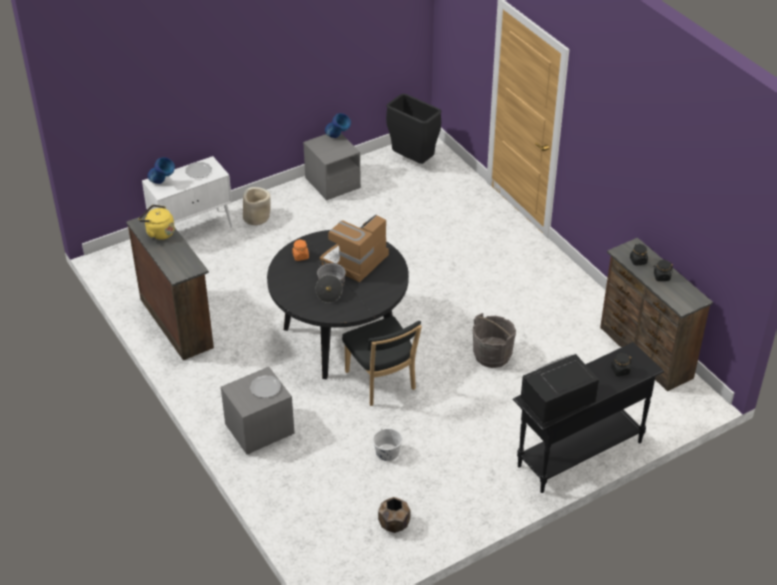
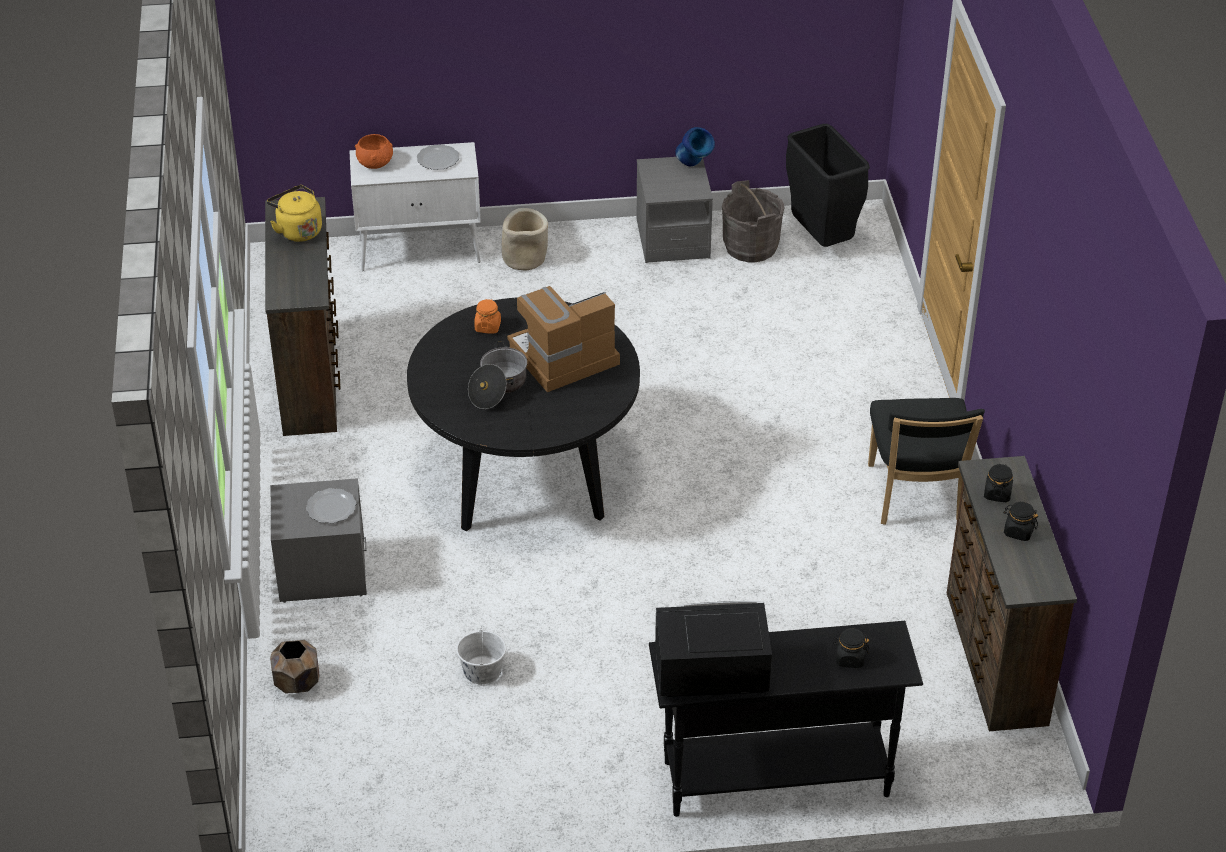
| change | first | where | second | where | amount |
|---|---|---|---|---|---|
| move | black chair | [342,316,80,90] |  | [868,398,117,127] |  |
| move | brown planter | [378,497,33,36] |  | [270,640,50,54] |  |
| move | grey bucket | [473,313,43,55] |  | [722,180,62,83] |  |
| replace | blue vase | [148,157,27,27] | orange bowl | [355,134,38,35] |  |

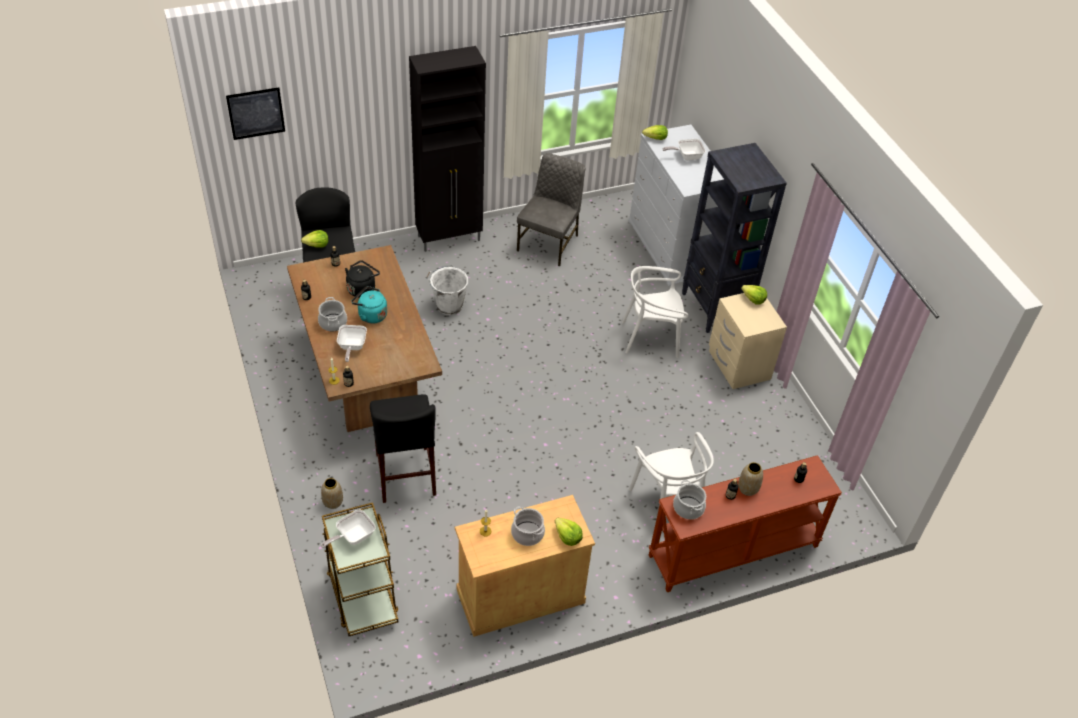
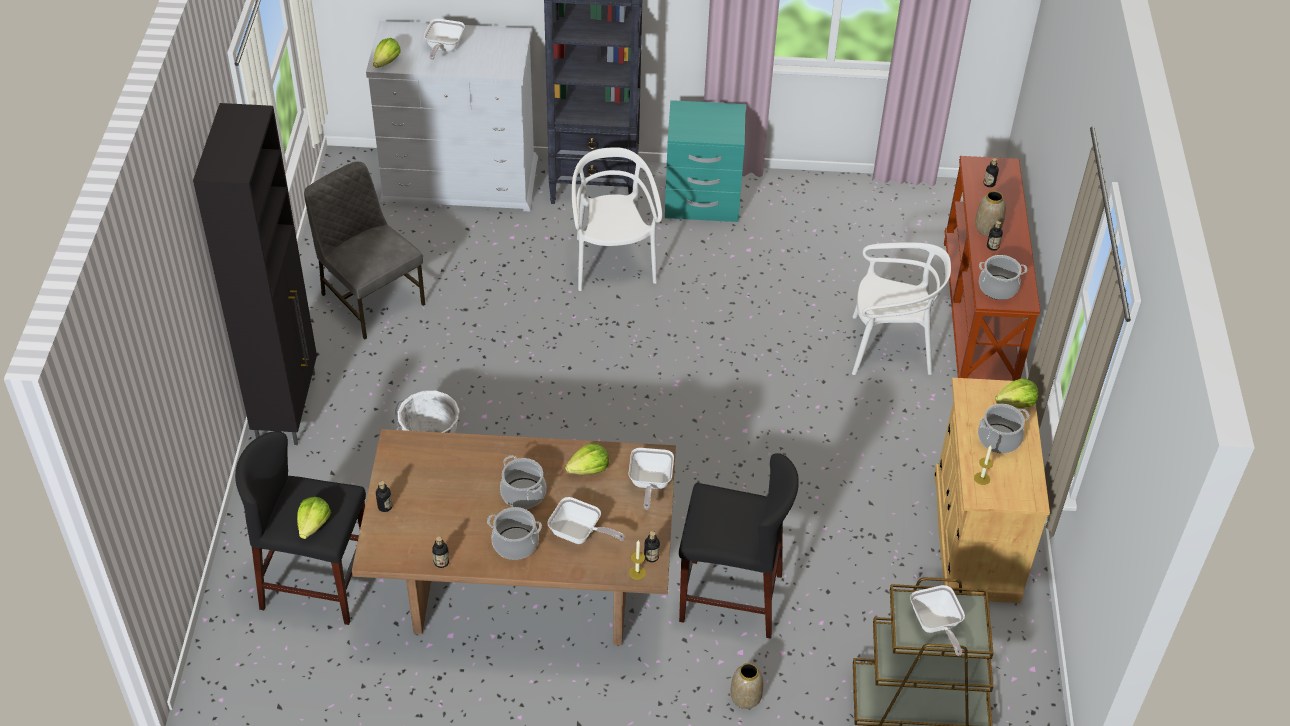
| change | first | where | second | where | amount |
|---|---|---|---|---|---|
| delete | picture | [226,87,59,53] |  |  |  |
| delete | black kettle | [345,260,35,38] |  |  |  |
| insert |  |  | frying pan | [628,448,46,62] |  |
| move | lettuce | [741,285,26,20] |  | [565,443,44,32] |  |
| replace | turquoise kettle | [351,286,36,38] | cooking pot | [500,455,46,54] |  |
| recolor | beige nightstand | [709,293,78,96] | turquoise nightstand | [665,100,81,122] |  |
| rotate | white chair | [622,266,66,92] |  | [572,147,90,144] | 150 degrees clockwise |

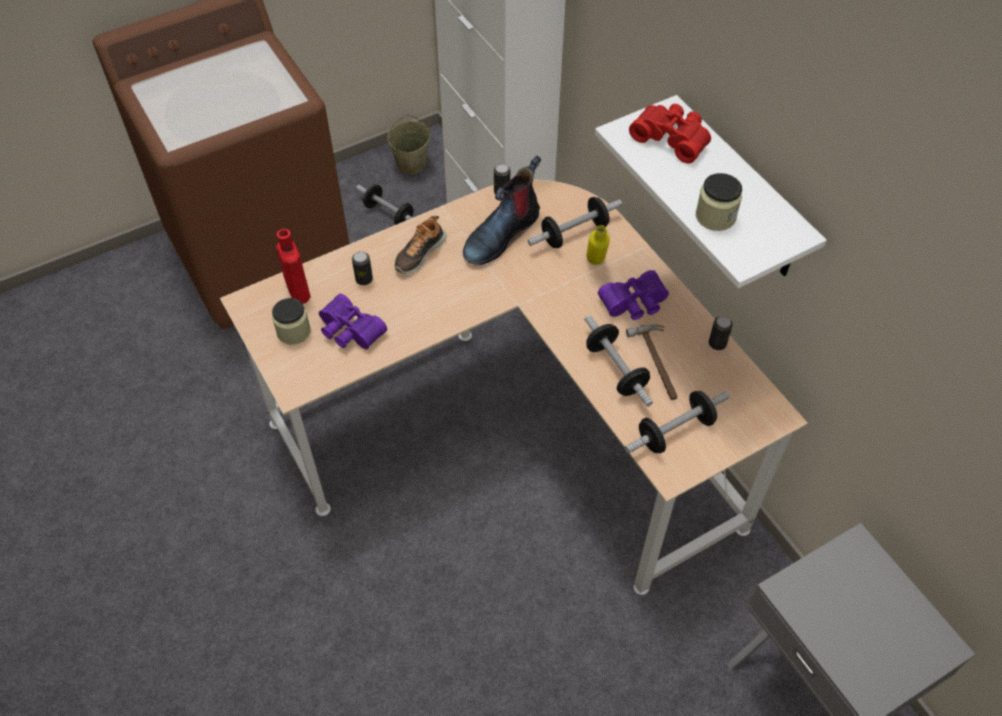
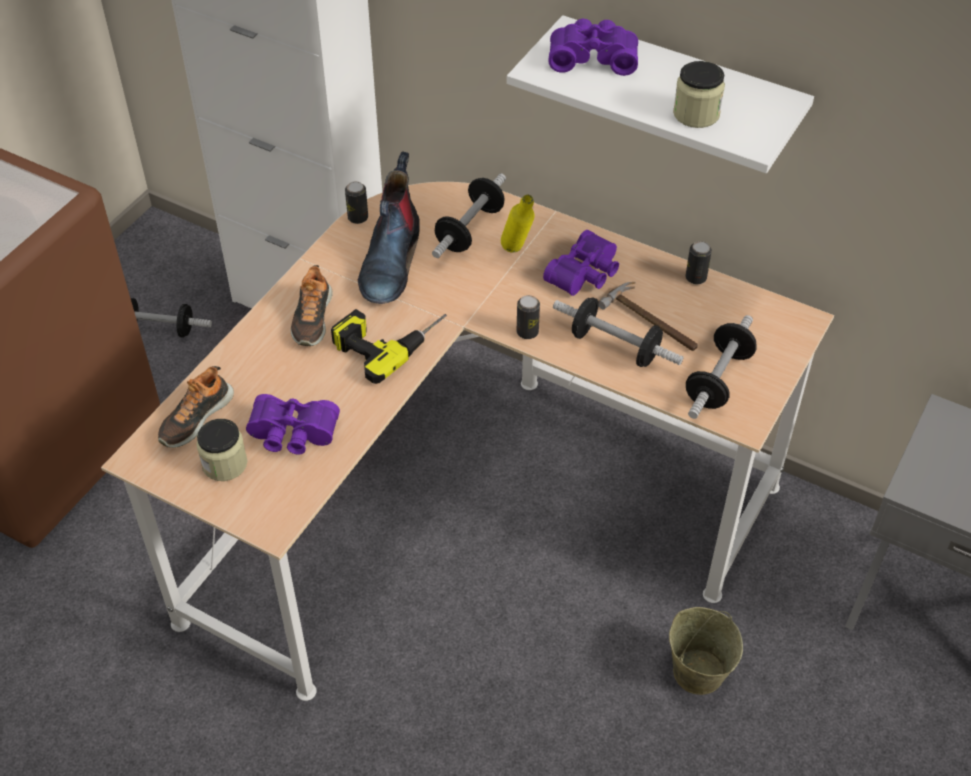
| change | first | where | second | where | amount |
|---|---|---|---|---|---|
| insert |  |  | power drill | [331,309,116,75] |  |
| move | can | [352,251,21,34] |  | [517,295,23,44] |  |
| move | beige bucket | [387,115,43,59] |  | [669,607,74,88] |  |
| replace | red bottle | [276,229,35,75] | shoe | [158,366,76,82] |  |
| recolor | red binoculars | [629,104,82,59] | purple binoculars | [548,19,90,57] |  |

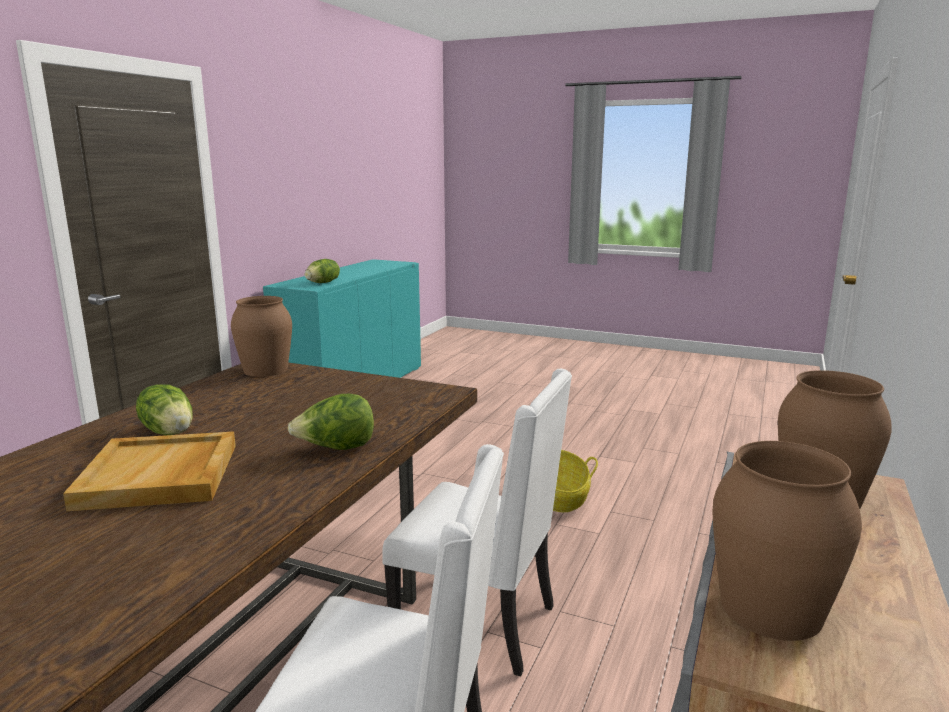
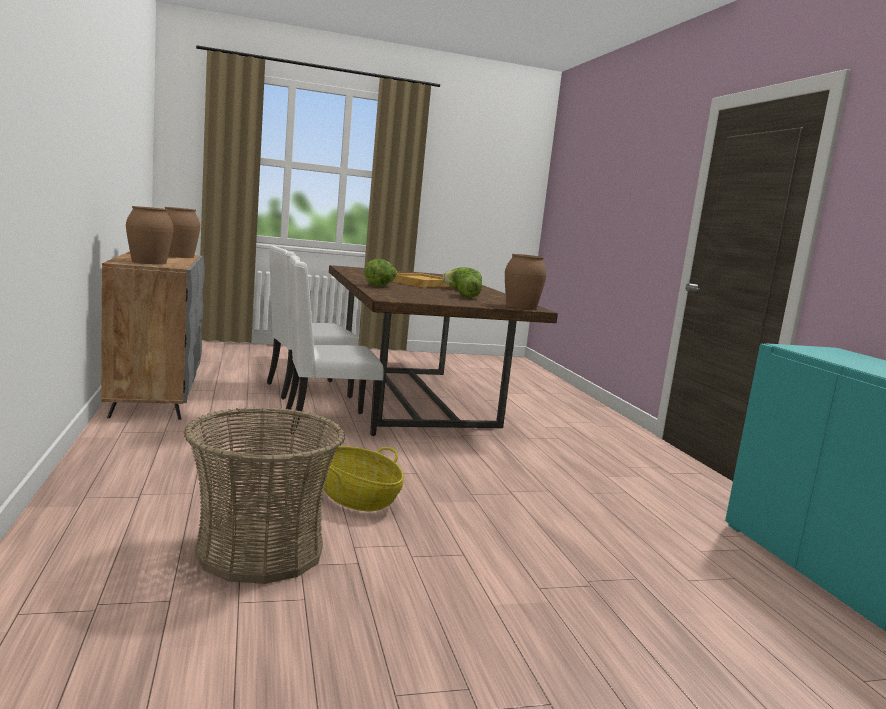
| change | first | where | second | where | amount |
|---|---|---|---|---|---|
| insert |  |  | basket | [184,407,161,177] |  |
| move | lettuce | [305,259,35,24] |  | [457,272,25,26] |  |

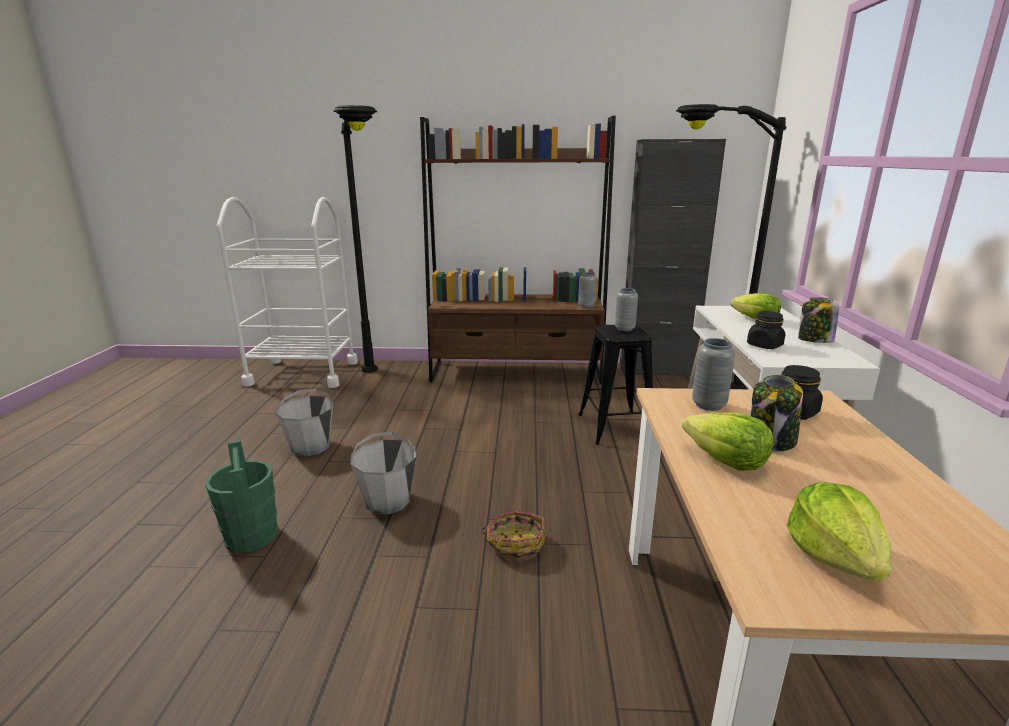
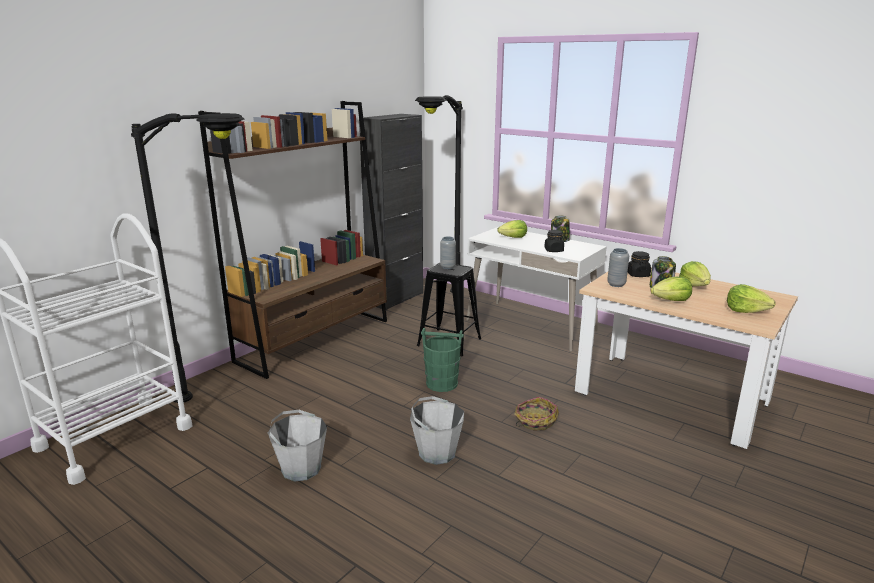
| change | first | where | second | where | amount |
|---|---|---|---|---|---|
| delete | grey vase | [578,272,19,36] |  |  |  |
| insert |  |  | lettuce | [679,261,32,25] |  |
| move | green bucket | [205,440,73,113] |  | [421,328,43,64] |  |

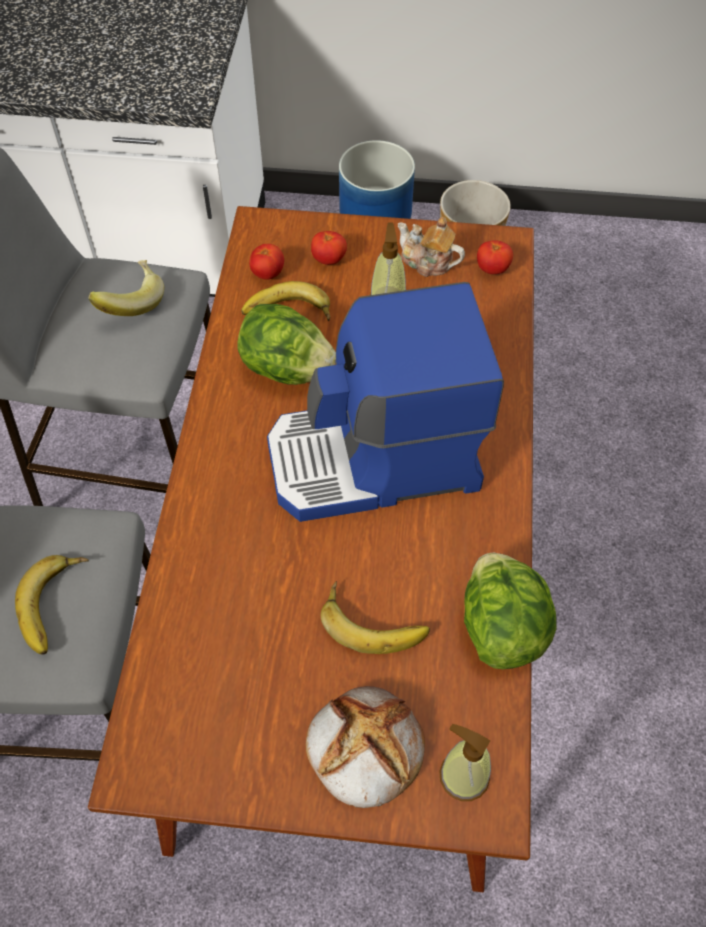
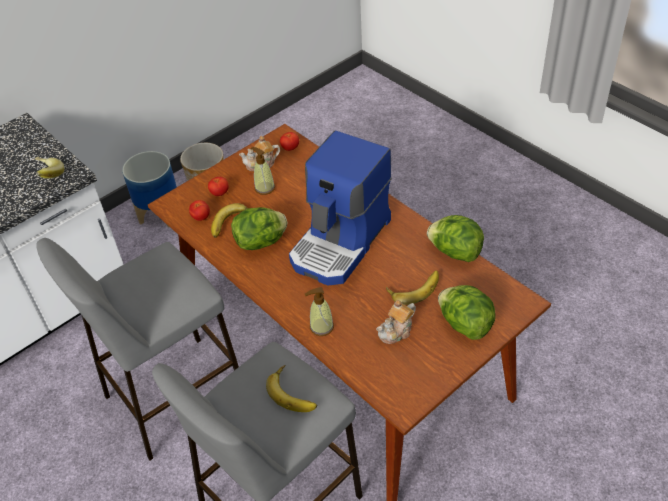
| change | first | where | second | where | amount |
|---|---|---|---|---|---|
| insert |  |  | teapot | [376,300,40,44] |  |
| move | banana | [88,260,76,56] |  | [35,157,30,22] |  |
| move | soap dispenser | [440,724,51,77] |  | [305,287,29,49] |  |
| replace | bread | [306,686,119,122] | lettuce | [438,285,57,55] |  |

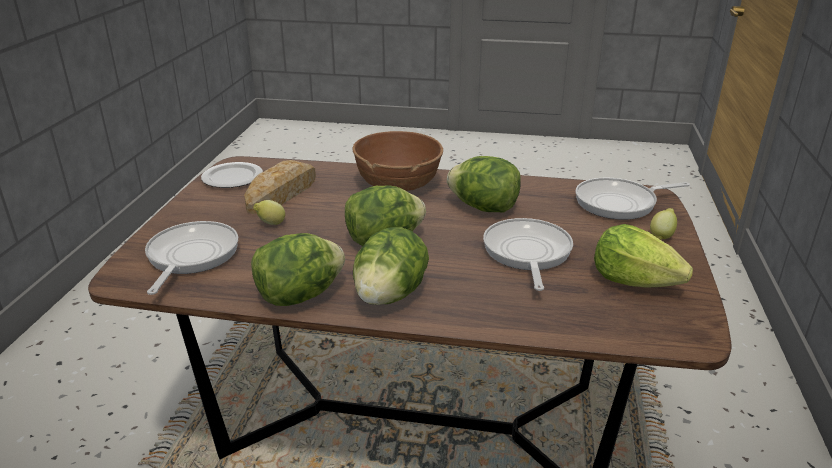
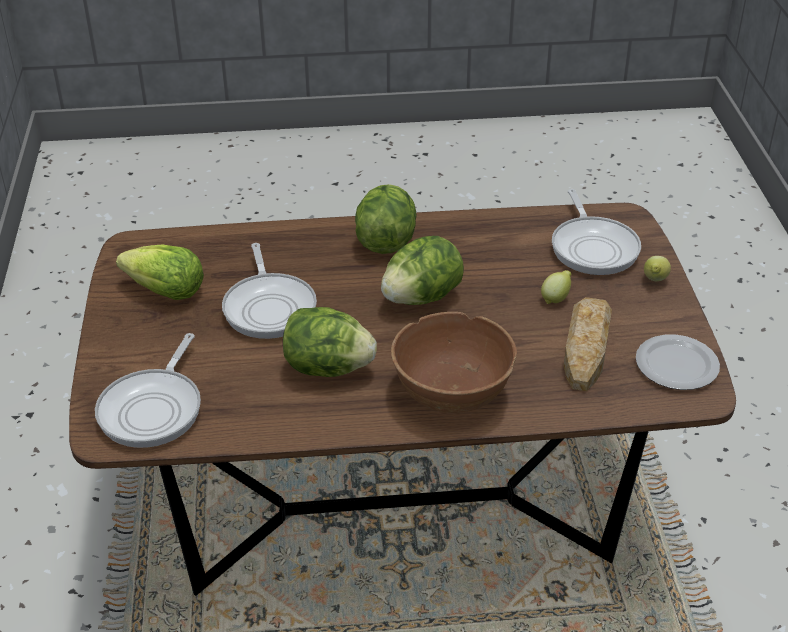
| change | first | where | second | where | amount |
|---|---|---|---|---|---|
| delete | lettuce | [251,233,94,73] |  |  |  |
| move | lemon | [650,208,27,32] |  | [644,256,27,25] |  |
| rotate | frying pan | [575,178,115,42] |  | [95,333,106,115] | 135 degrees clockwise |

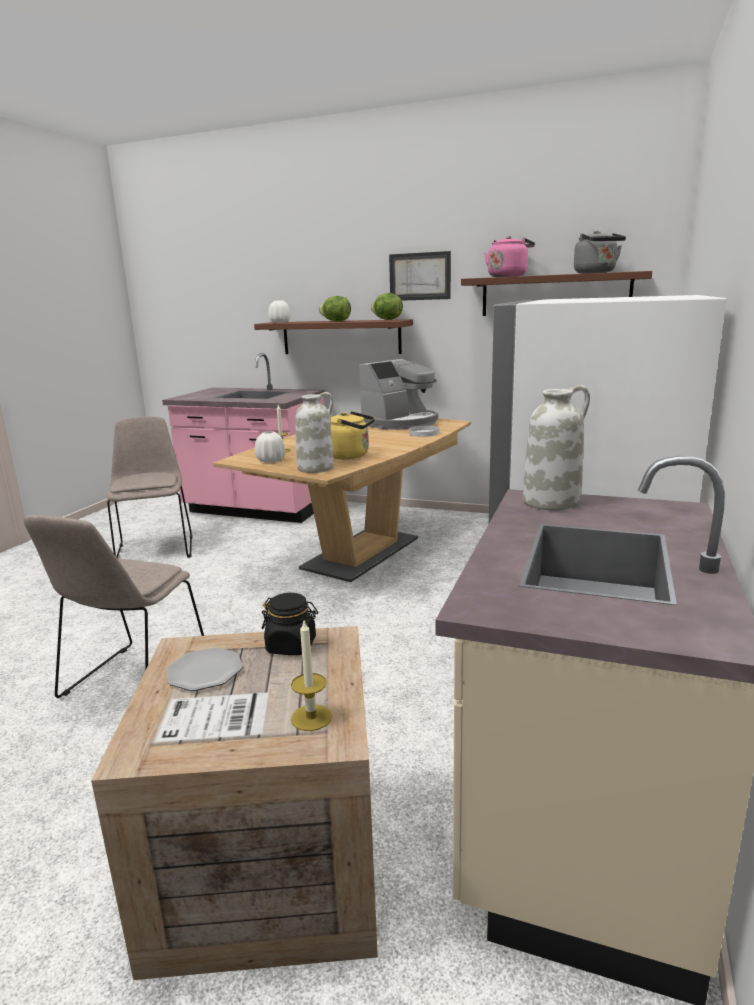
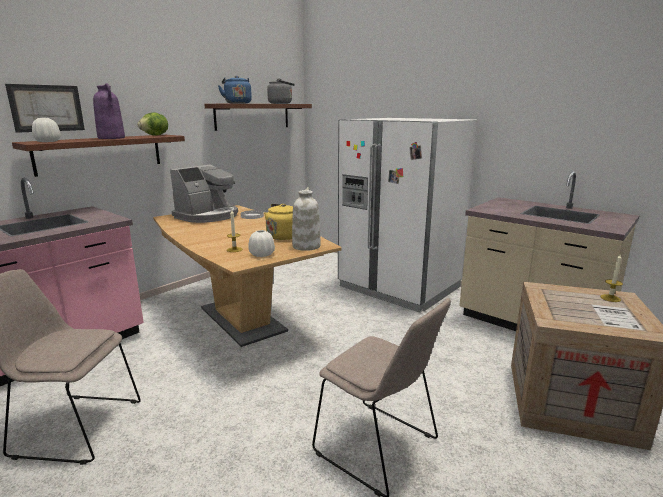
| change | first | where | second | where | amount |
|---|---|---|---|---|---|
| delete | plate | [167,647,75,44] |  |  |  |
| delete | black jar | [262,593,56,62] |  |  |  |
| delete | white vase | [523,385,67,126] |  |  |  |
| move | picture | [389,251,62,50] |  | [5,84,80,49] |  |
| replace | lettuce | [319,296,32,25] | purple vase | [93,83,32,56] |  |
| recolor | pink kettle | [484,236,51,41] | blue kettle | [218,76,34,28] |  |
| rotate | coffee machine | [359,359,79,71] |  | [170,165,68,58] | 60 degrees clockwise |

